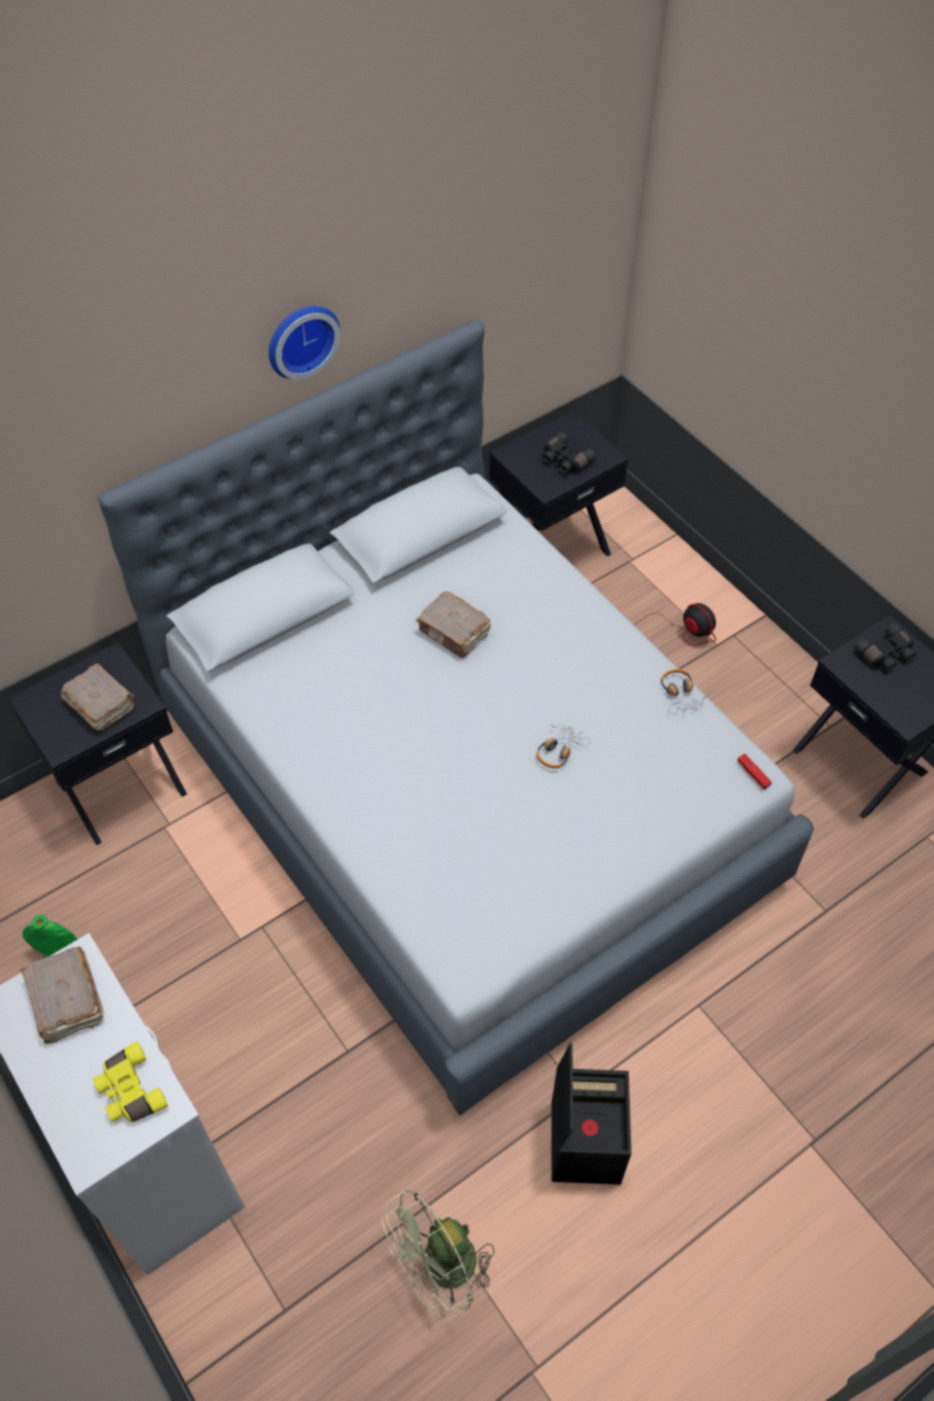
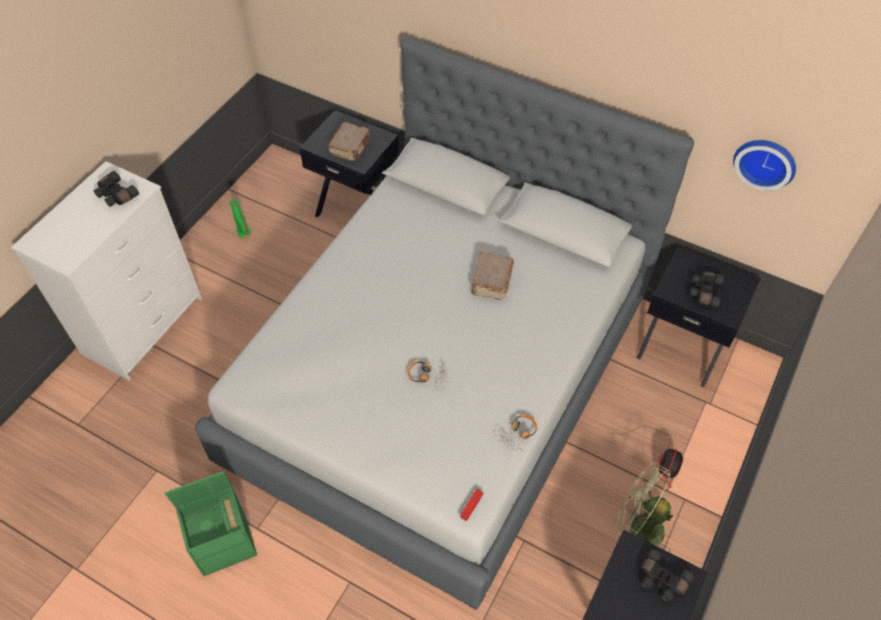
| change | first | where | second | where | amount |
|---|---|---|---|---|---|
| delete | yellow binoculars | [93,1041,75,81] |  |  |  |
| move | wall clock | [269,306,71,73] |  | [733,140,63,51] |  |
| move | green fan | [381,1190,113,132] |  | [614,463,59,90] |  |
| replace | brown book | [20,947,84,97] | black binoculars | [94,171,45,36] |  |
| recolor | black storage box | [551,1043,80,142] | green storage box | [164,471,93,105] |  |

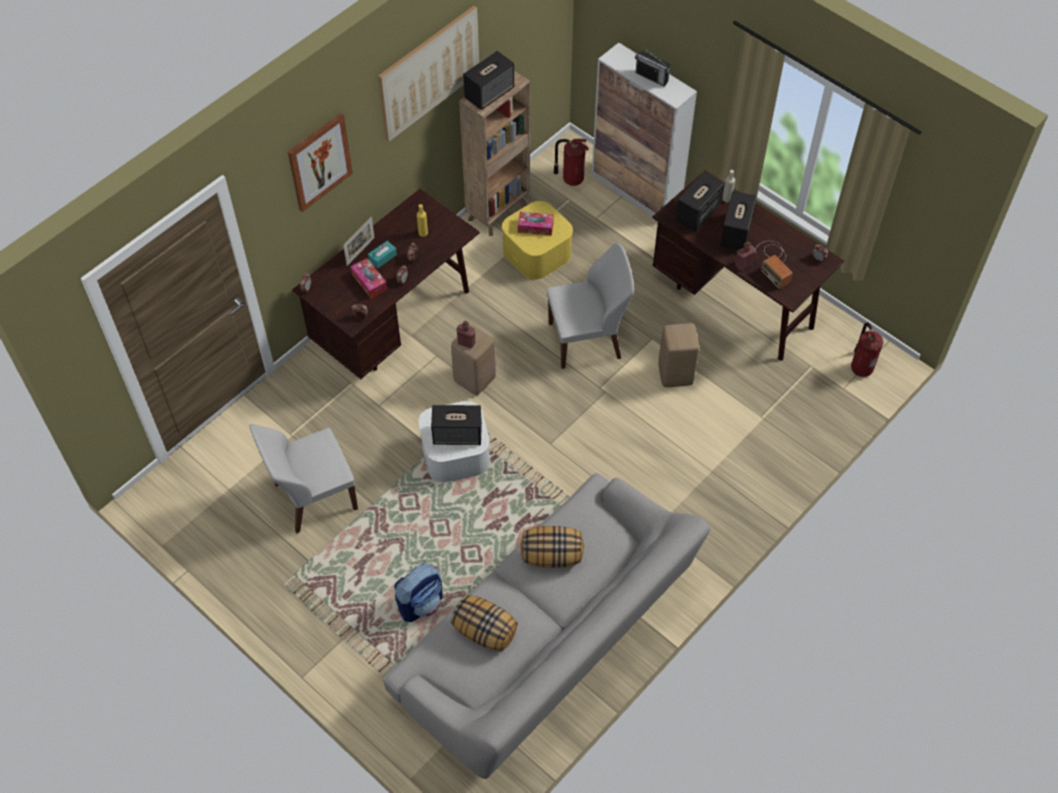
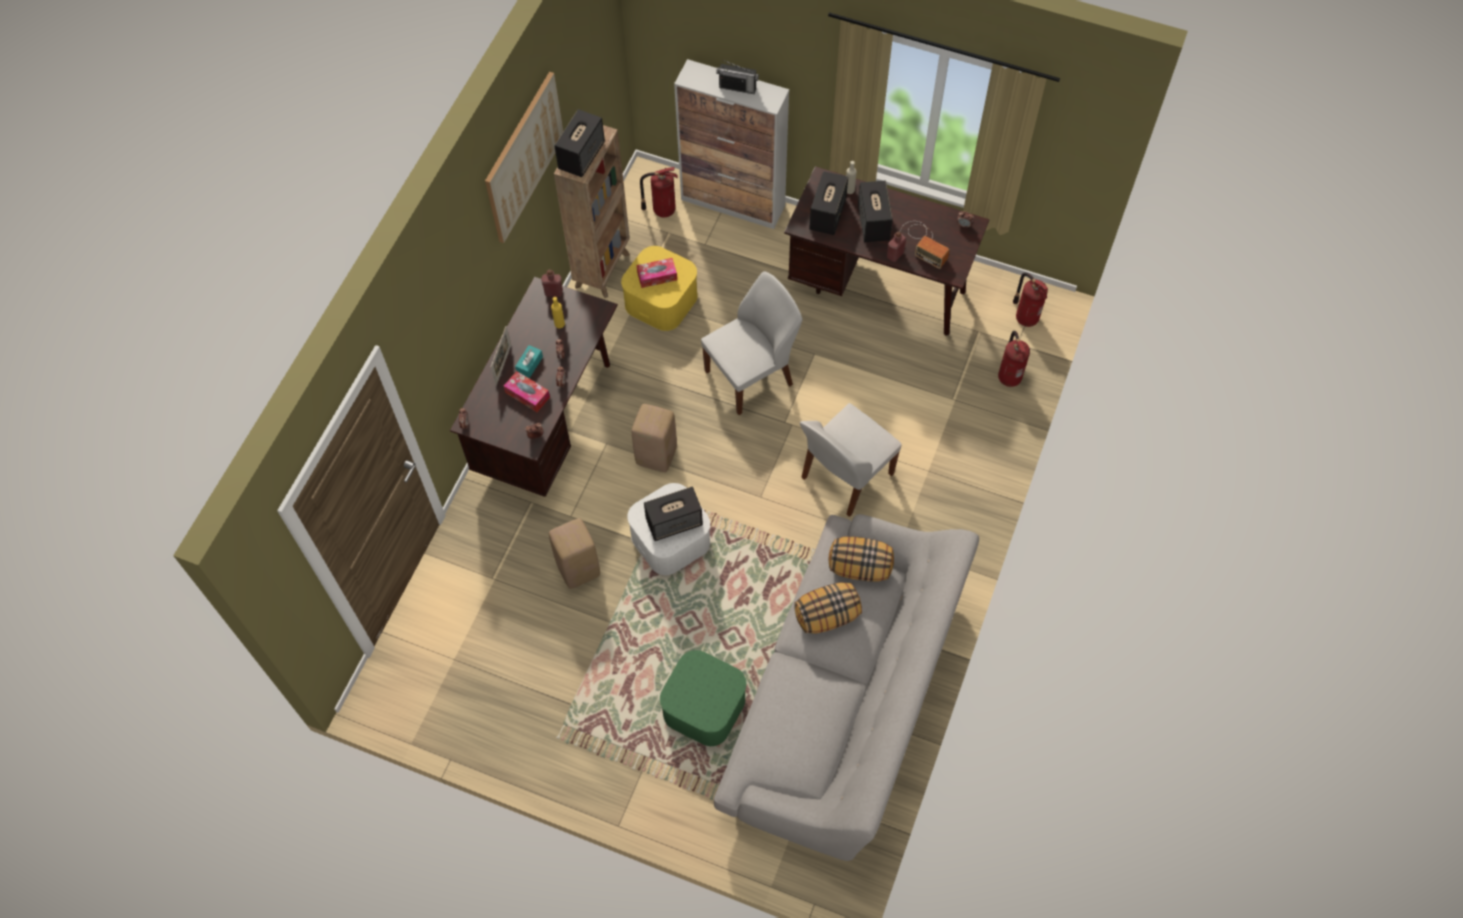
| change | first | where | second | where | amount |
|---|---|---|---|---|---|
| delete | picture | [288,113,65,99] |  |  |  |
| insert |  |  | fire extinguisher | [998,331,32,56] |  |
| move | white chair | [249,424,109,110] |  | [800,403,102,114] |  |
| move | pillow | [451,595,67,56] |  | [829,537,65,45] |  |
| move | red bottle | [457,321,18,27] |  | [541,270,22,27] |  |
| move | beige stool | [659,323,40,64] |  | [549,518,51,71] |  |
| replace | backpack | [394,564,48,58] | green storage box | [660,650,86,96] |  |

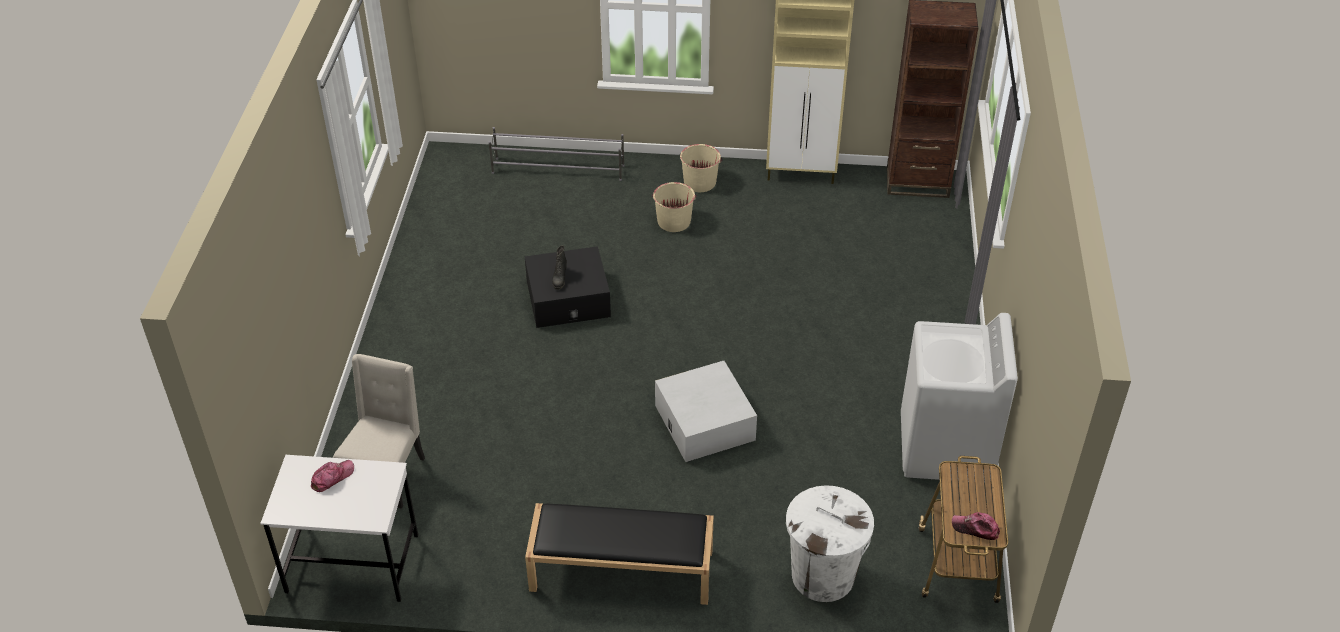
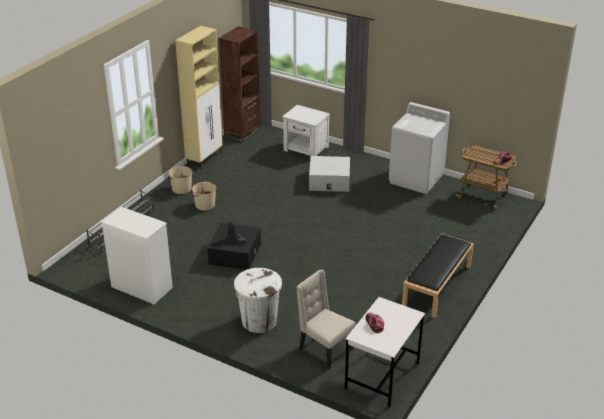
| change | first | where | second | where | amount |
|---|---|---|---|---|---|
| insert |  |  | white dresser | [101,207,72,97] |  |
| insert |  |  | white nightstand | [282,105,48,51] |  |
| move | white storage box | [655,361,102,101] |  | [309,156,41,36] |  |
| move | white trash can | [786,485,88,117] |  | [234,268,48,65] |  |

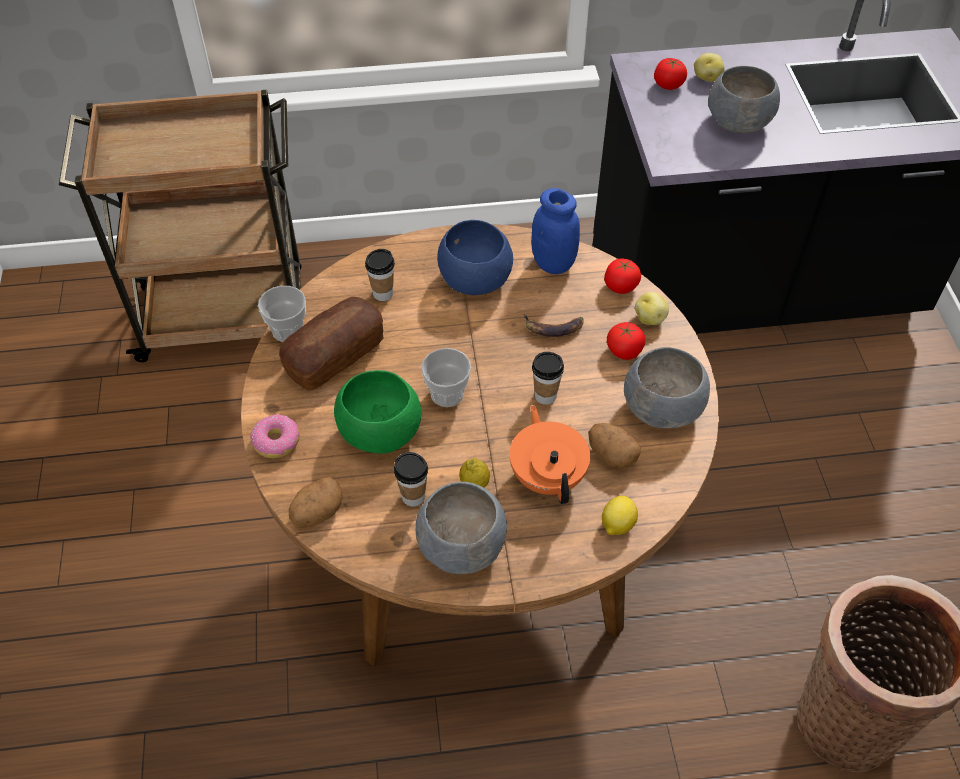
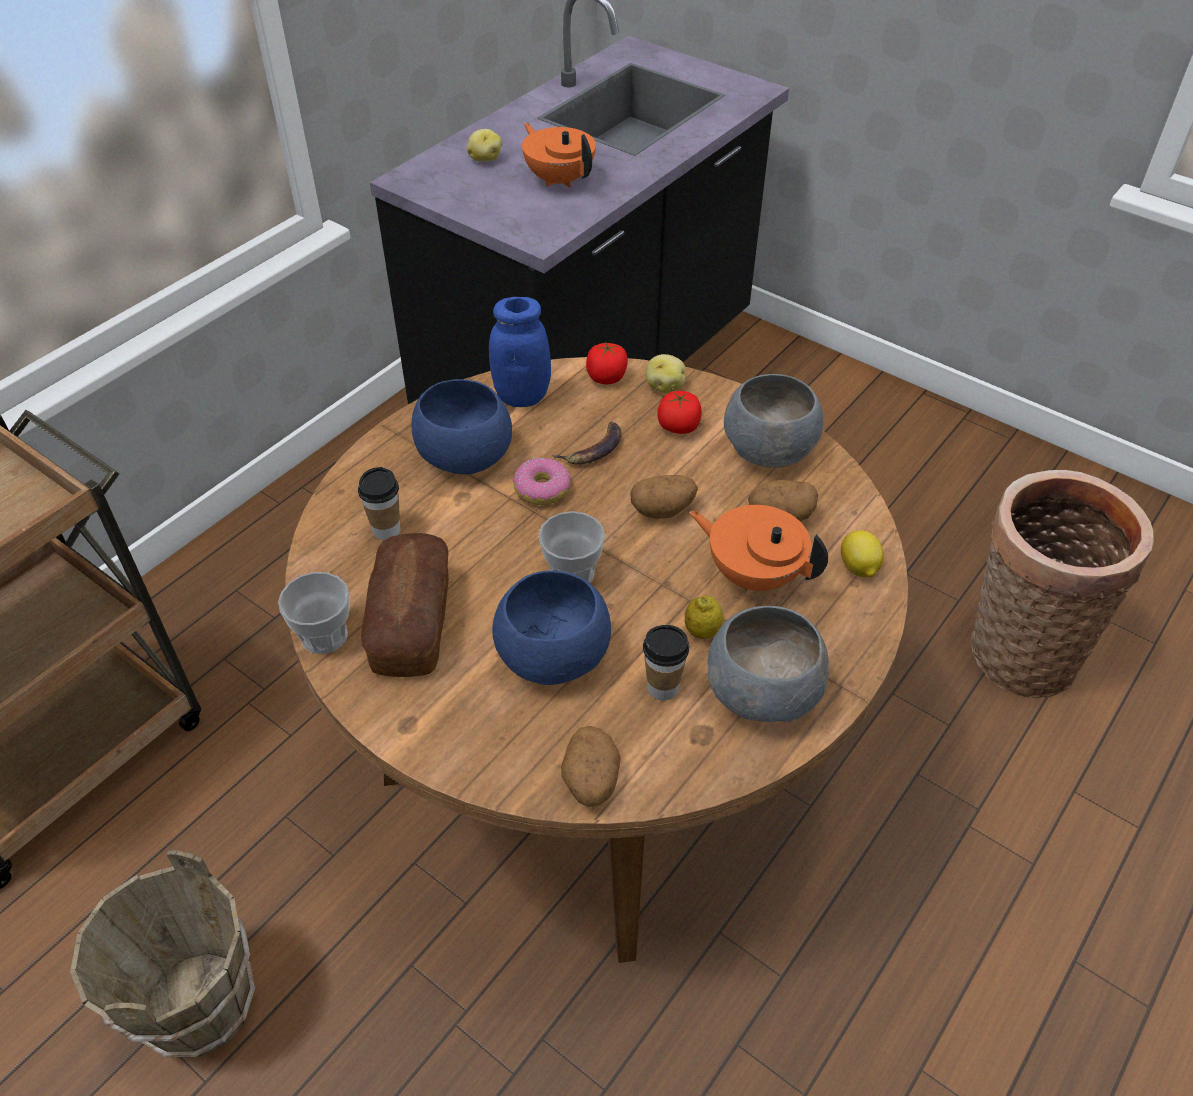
| change | first | where | second | where | amount |
|---|---|---|---|---|---|
| delete | tomato | [654,58,33,32] |  |  |  |
| insert |  |  | brown bucket | [70,850,185,207] |  |
| move | donut | [250,414,50,44] |  | [513,458,58,47] |  |
| replace | cup | [532,352,32,53] | potato | [630,475,68,44] |  |
| replace | grey bowl | [708,66,72,68] | orange teapot | [522,123,74,65] |  |
| recolor | green bowl | [334,370,87,84] | blue bowl | [492,570,119,115] |  |

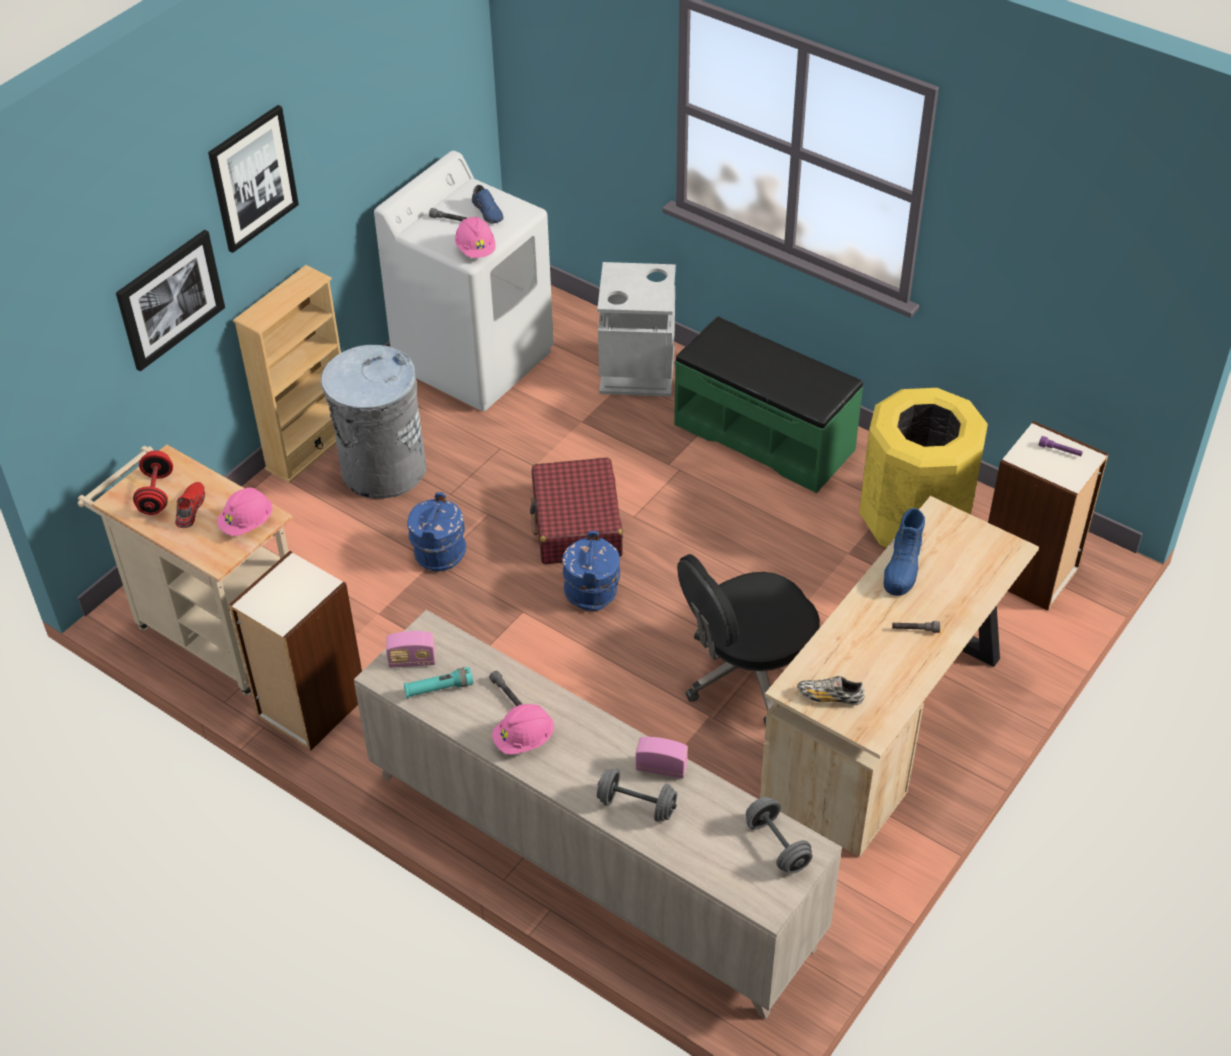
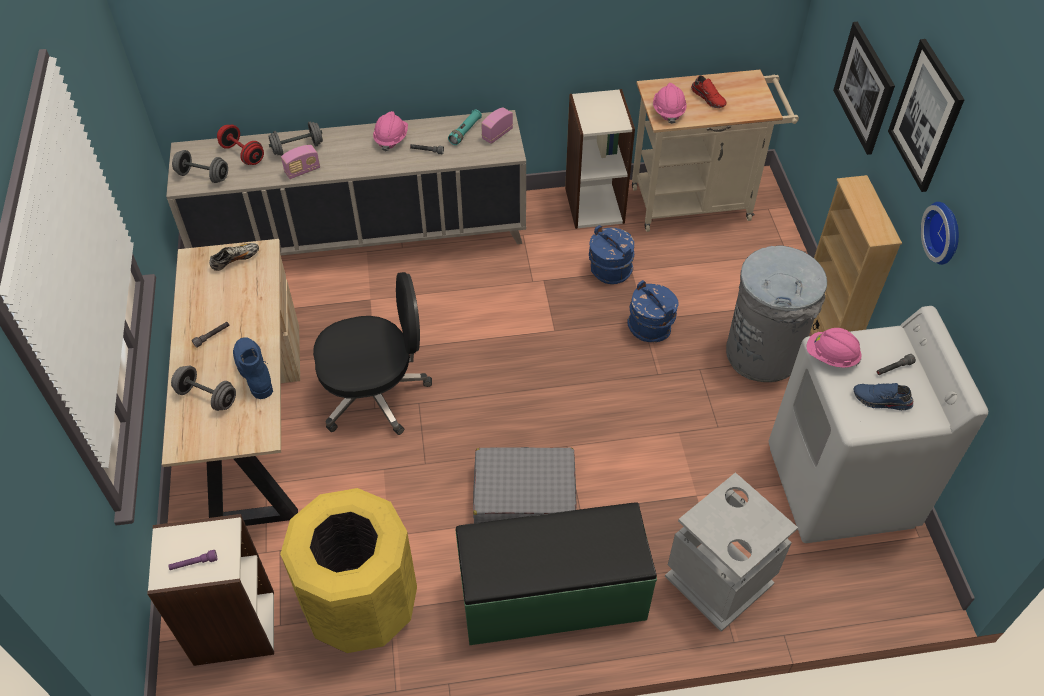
| change | first | where | second | where | amount |
|---|---|---|---|---|---|
| delete | red suitcase | [530,458,93,106] |  |  |  |
| insert |  |  | grey dumbbell | [171,366,65,45] |  |
| insert |  |  | grey suitcase | [473,447,103,76] |  |
| insert |  |  | wall clock | [921,202,38,63] |  |
| move | red dumbbell | [133,450,40,65] |  | [217,125,47,40] |  |
| move | blue bucket | [562,531,58,80] |  | [589,225,45,59] |  |
| rotate | black office chair | [677,554,143,172] |  | [313,272,119,163] | 60 degrees clockwise |

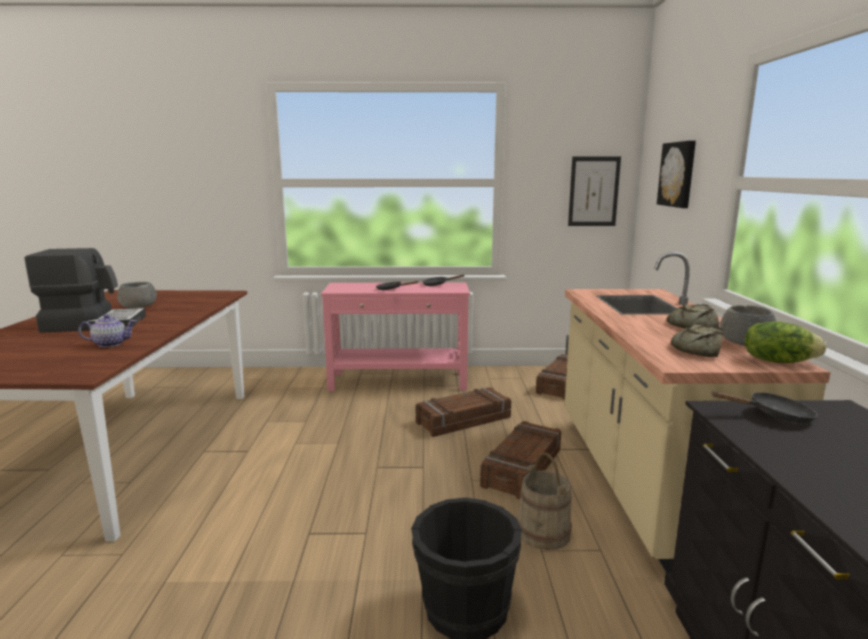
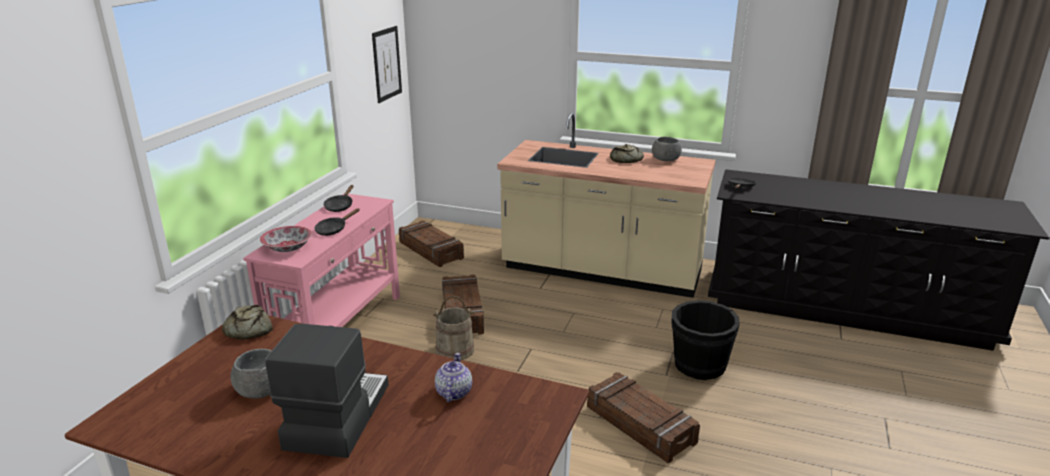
| change | first | where | second | where | amount |
|---|---|---|---|---|---|
| delete | picture | [657,141,39,67] |  |  |  |
| delete | lettuce | [745,321,82,42] |  |  |  |
| insert |  |  | bowl | [260,226,52,26] |  |
| move | crate | [480,421,81,78] |  | [587,372,113,91] |  |
| move | beige bucket | [517,452,55,98] |  | [433,296,41,64] |  |
| move | bread | [671,324,52,33] |  | [222,305,51,35] |  |

